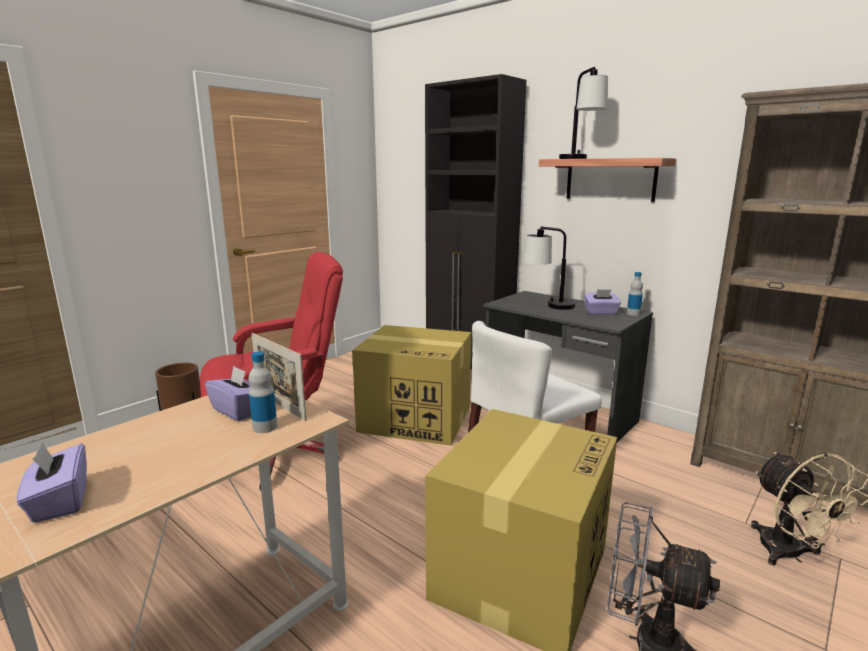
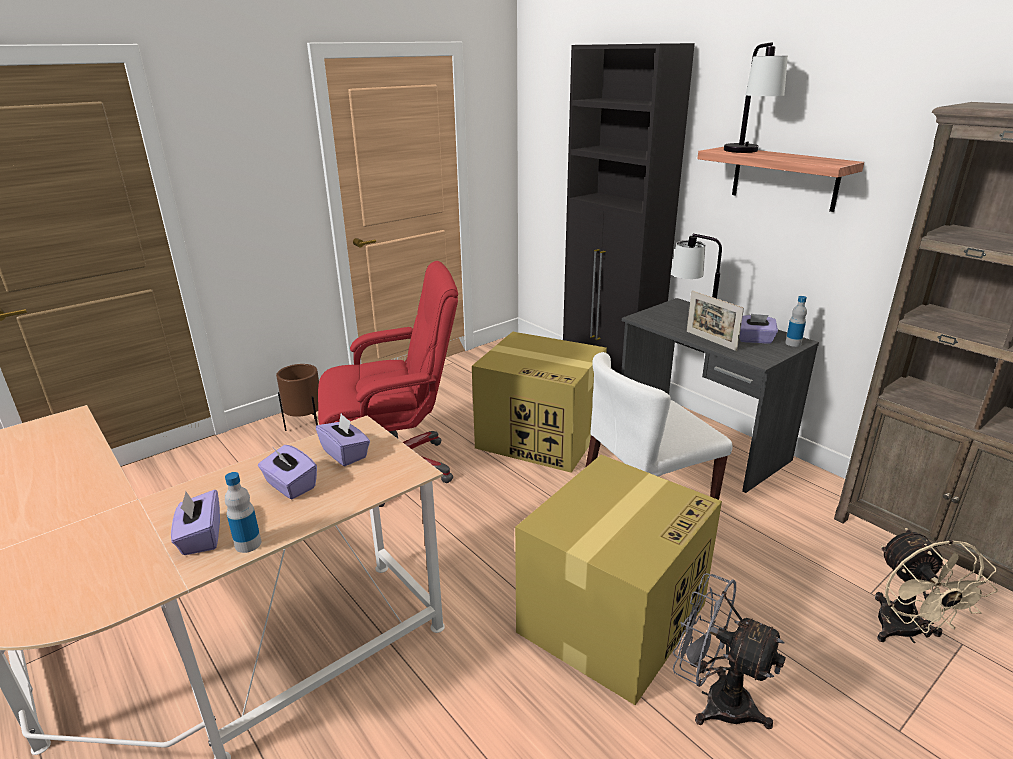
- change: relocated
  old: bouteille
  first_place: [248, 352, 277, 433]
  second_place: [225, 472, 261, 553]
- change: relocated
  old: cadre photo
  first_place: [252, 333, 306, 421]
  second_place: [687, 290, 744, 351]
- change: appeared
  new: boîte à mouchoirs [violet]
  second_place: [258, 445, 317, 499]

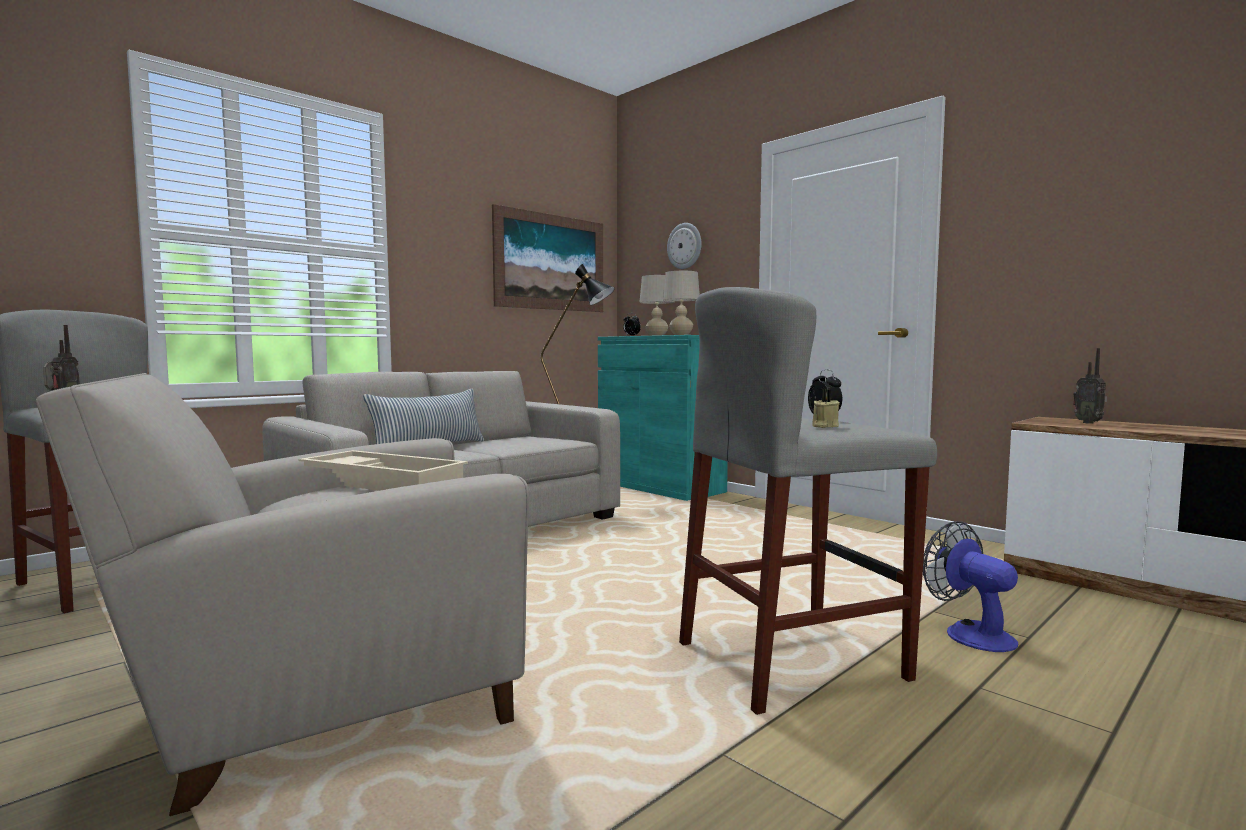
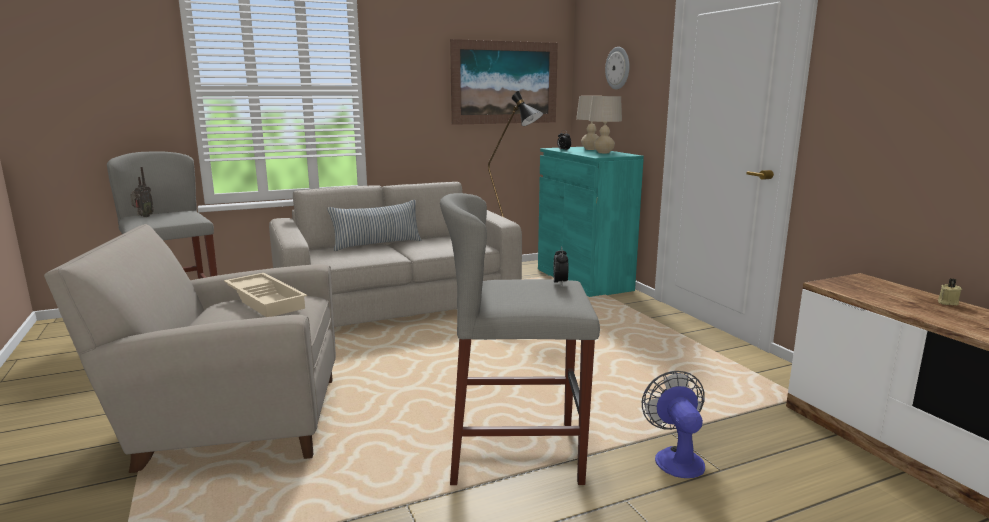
- change: relocated
  old: bougie [beige]
  first_place: [812, 389, 840, 428]
  second_place: [938, 279, 962, 305]
- change: missing
  old: radio
  first_place: [1073, 348, 1107, 424]

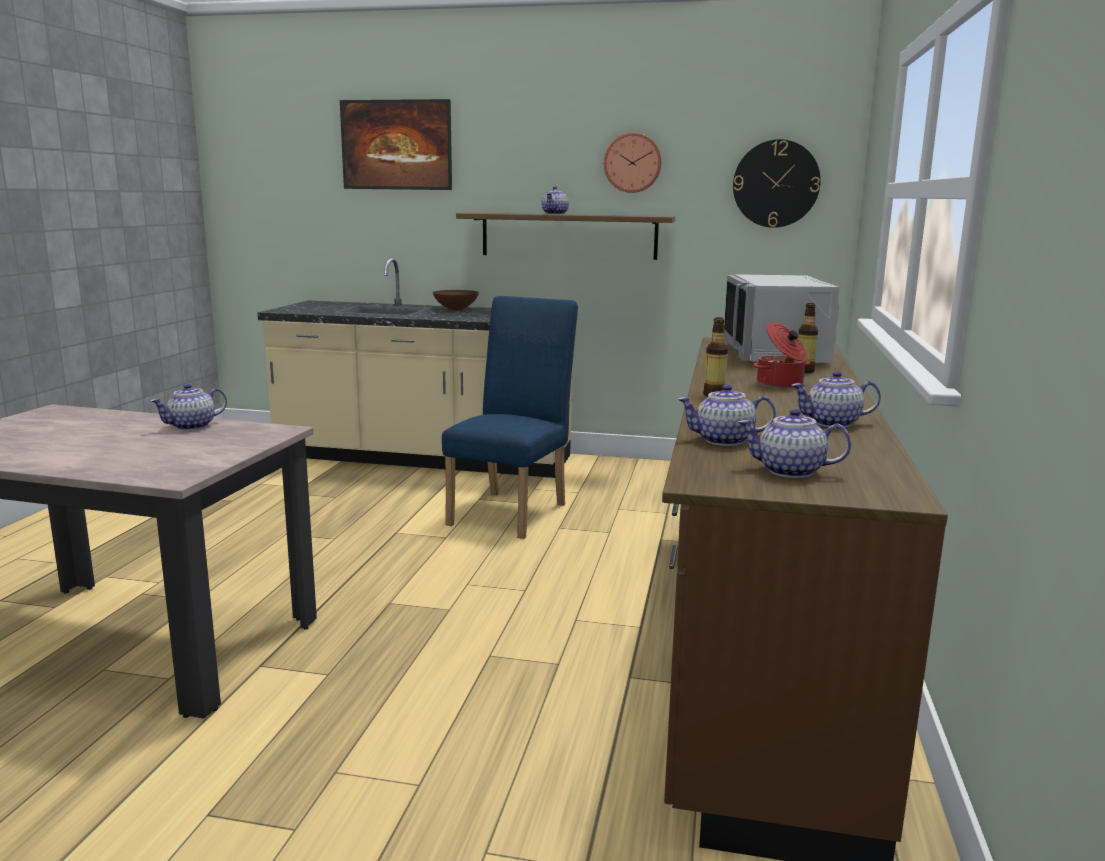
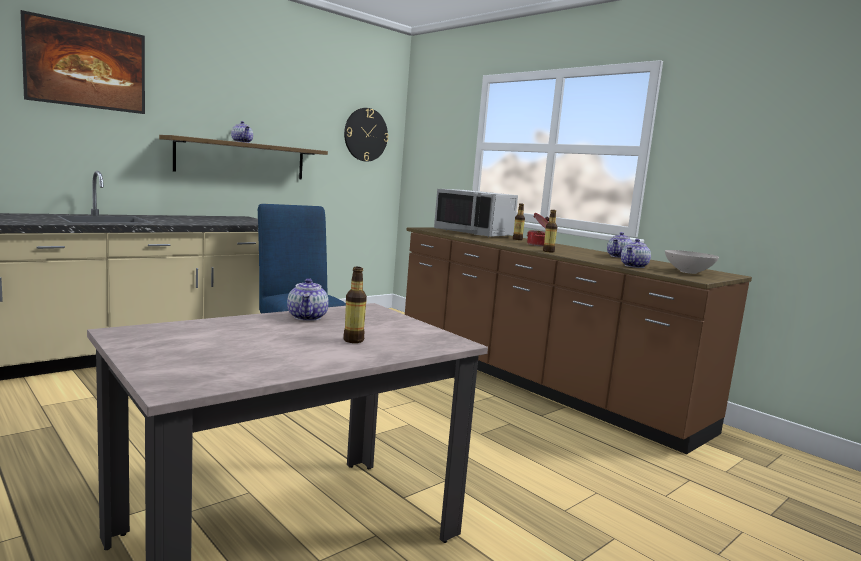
- change: missing
  old: bol [marron]
  first_place: [433, 290, 479, 311]
- change: missing
  old: horloge murale
  first_place: [604, 133, 662, 193]
- change: exchanged
  old: théière
  new: bol [blanc]
  first_place: [739, 409, 851, 478]
  second_place: [665, 250, 719, 274]
- change: appeared
  new: bouteille
  second_place: [343, 267, 367, 343]

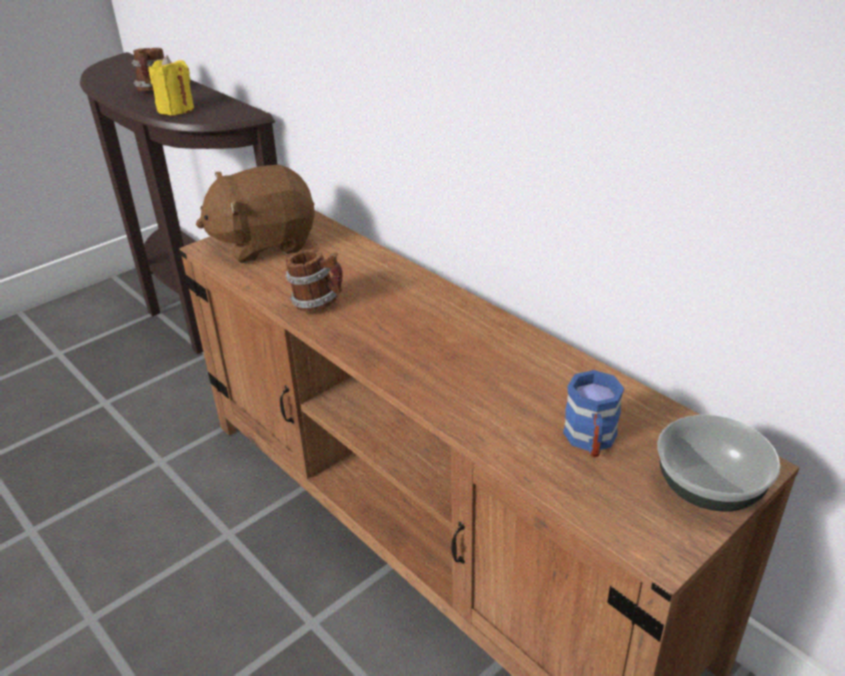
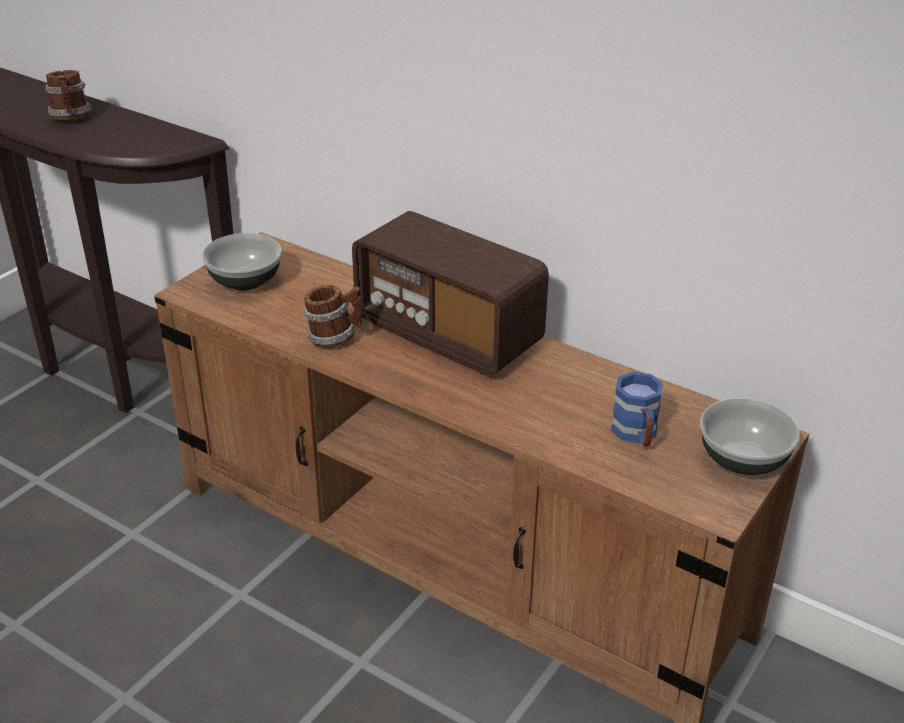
- change: missing
  old: bougie [jaune]
  first_place: [148, 55, 194, 116]
- change: exchanged
  old: peluche [marron]
  new: bol
  first_place: [196, 165, 315, 263]
  second_place: [202, 233, 282, 291]
- change: appeared
  new: radio
  second_place: [352, 211, 549, 376]

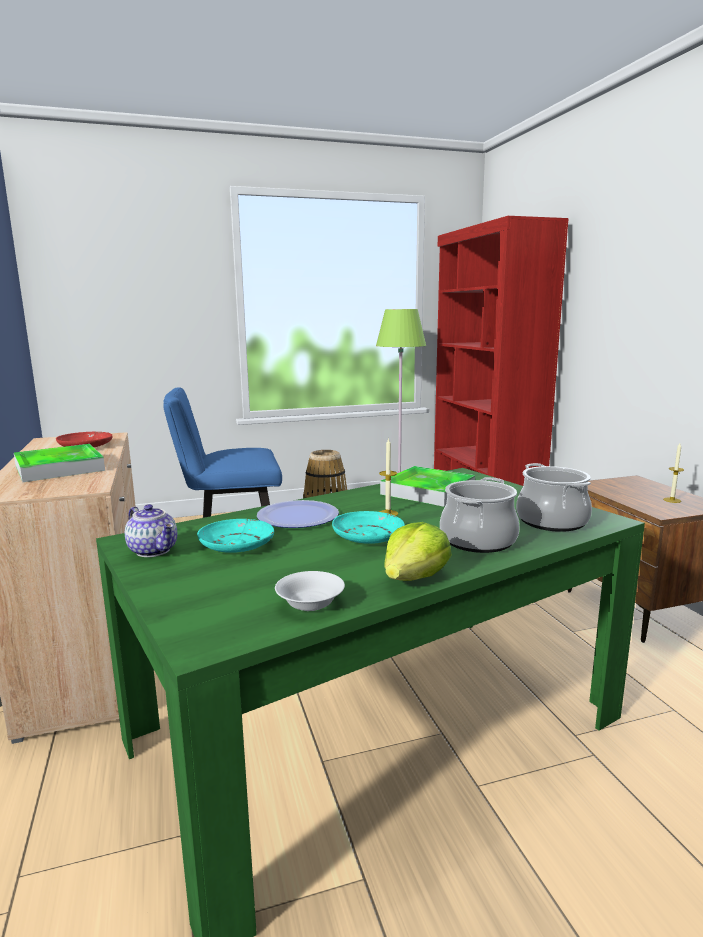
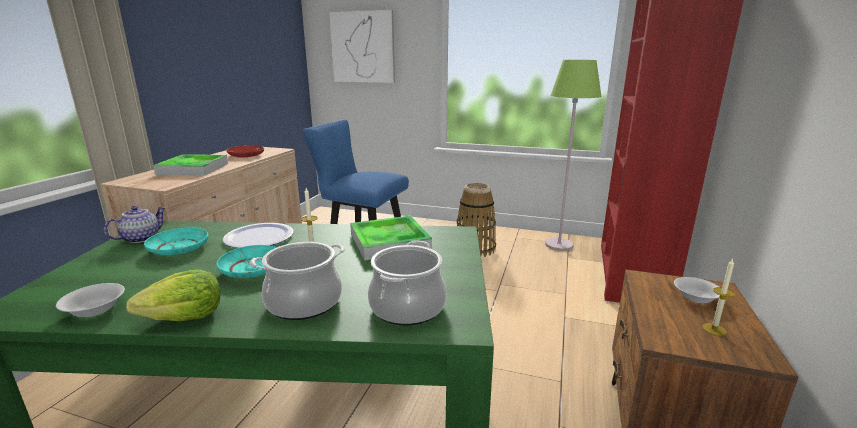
- change: spun
  old: théière
  first_place: [125, 504, 177, 557]
  second_place: [104, 206, 166, 243]
  degrees: -135
- change: appeared
  new: tableau
  second_place: [329, 10, 395, 83]
- change: appeared
  new: bol [blanc]
  second_place: [674, 277, 720, 303]

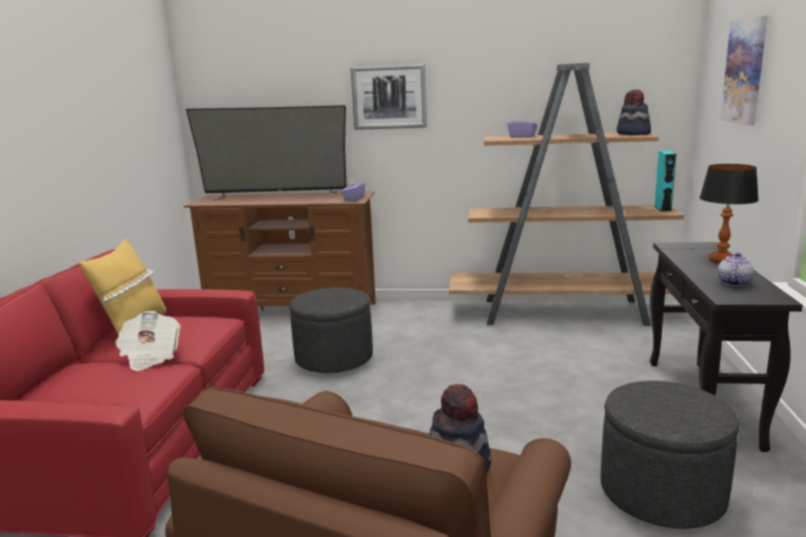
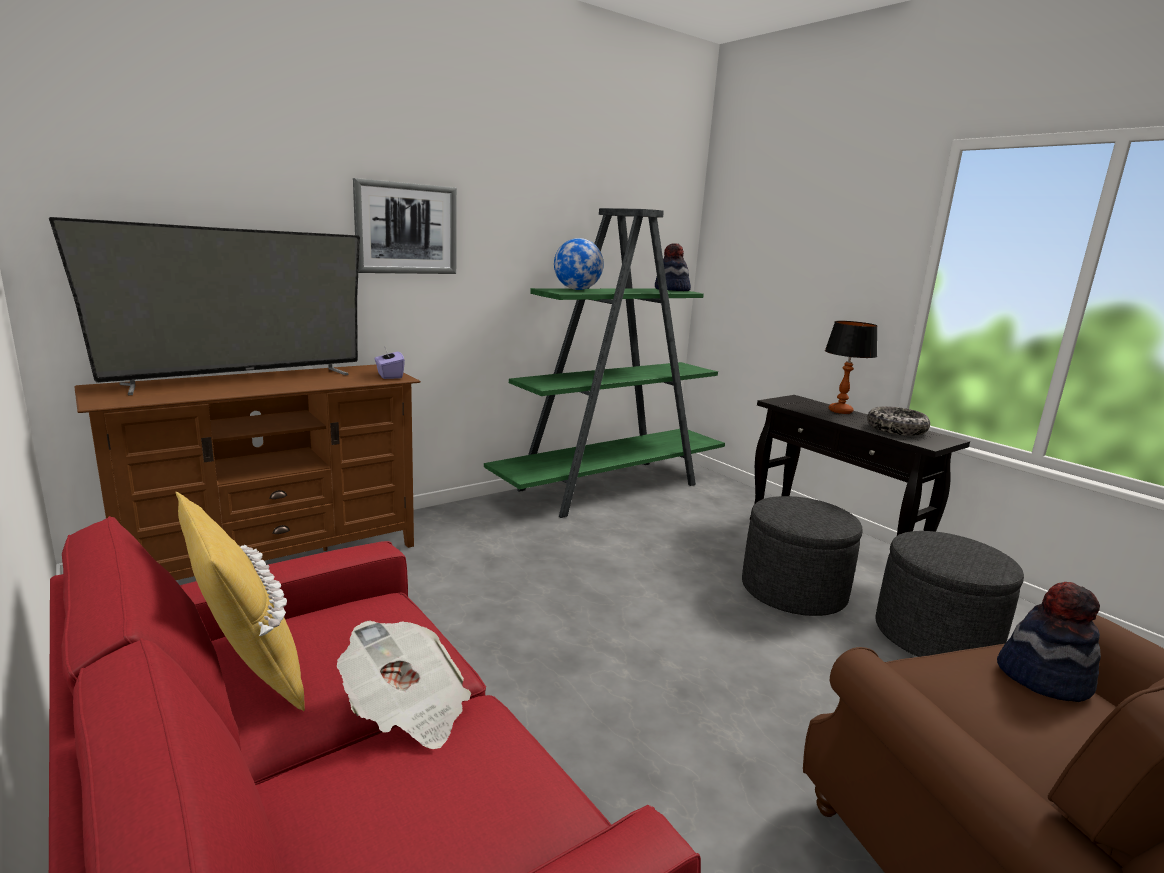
- change: relocated
  old: pouf [gris]
  first_place: [290, 287, 373, 373]
  second_place: [742, 496, 863, 616]
- change: colour
  old: bibliothèque [marron]
  new: bibliothèque [vert]
  first_place: [449, 63, 684, 326]
  second_place: [484, 208, 725, 518]
- change: exchanged
  old: boîte à mouchoirs [violet]
  new: globe
  first_place: [507, 115, 538, 137]
  second_place: [554, 238, 604, 290]
- change: missing
  old: enceinte [turquoise]
  first_place: [655, 151, 676, 212]
- change: exchanged
  old: théière
  new: bol
  first_place: [718, 253, 754, 286]
  second_place: [867, 406, 930, 436]
- change: missing
  old: tableau
  first_place: [720, 15, 768, 126]

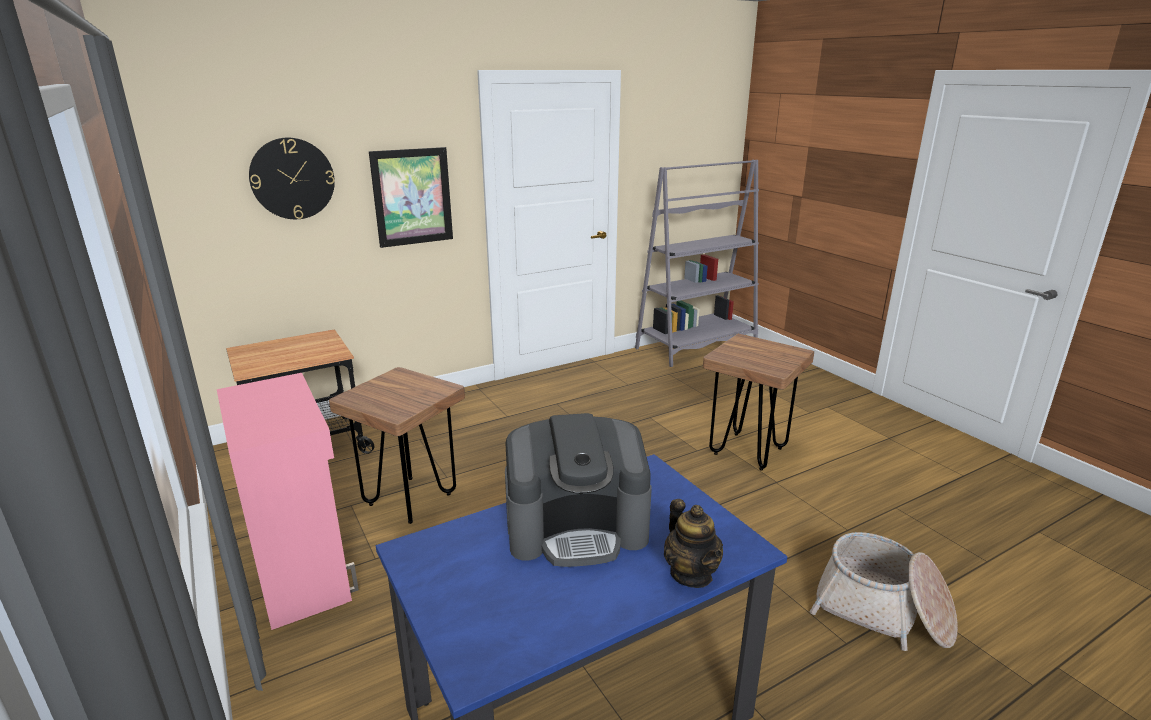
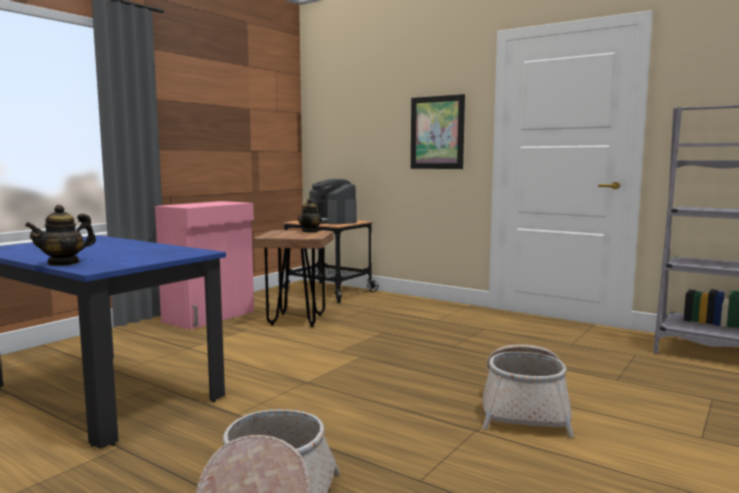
- change: missing
  old: horloge murale
  first_place: [249, 137, 335, 219]
- change: relocated
  old: machine à café
  first_place: [505, 413, 652, 567]
  second_place: [309, 179, 357, 225]
- change: exchanged
  old: tabouret [marron]
  new: panier
  first_place: [703, 334, 814, 471]
  second_place: [482, 344, 574, 438]
- change: appeared
  new: théière
  second_place: [297, 198, 322, 233]

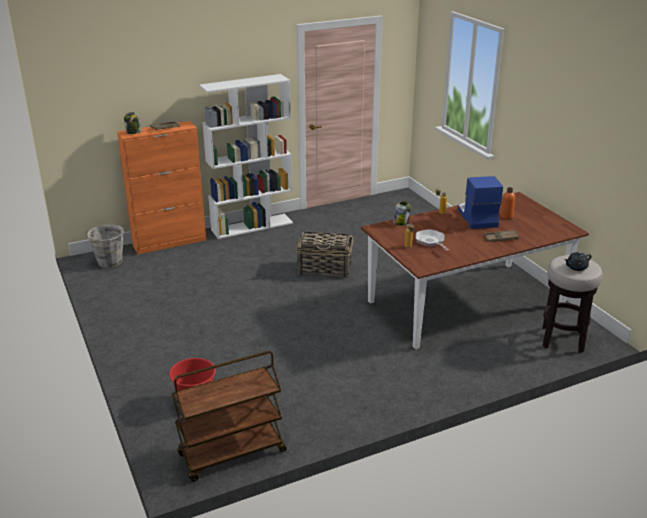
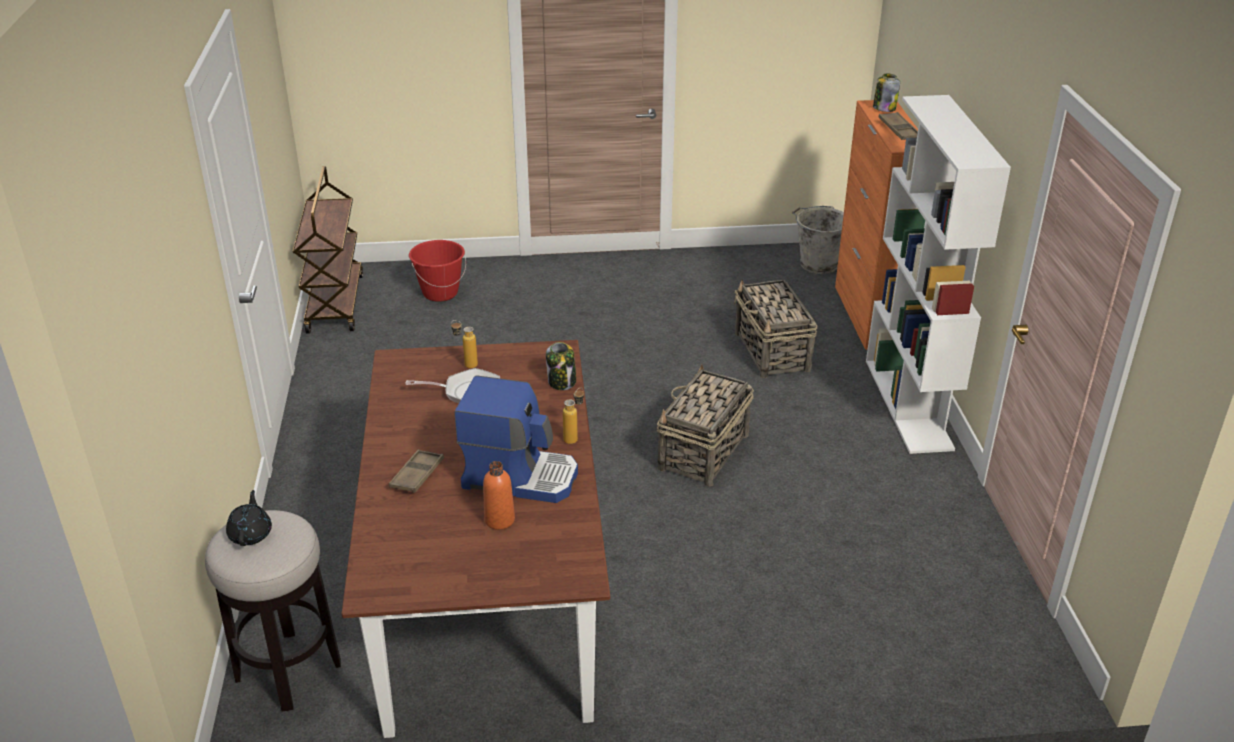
- change: appeared
  new: panier
  second_place: [734, 280, 817, 378]

